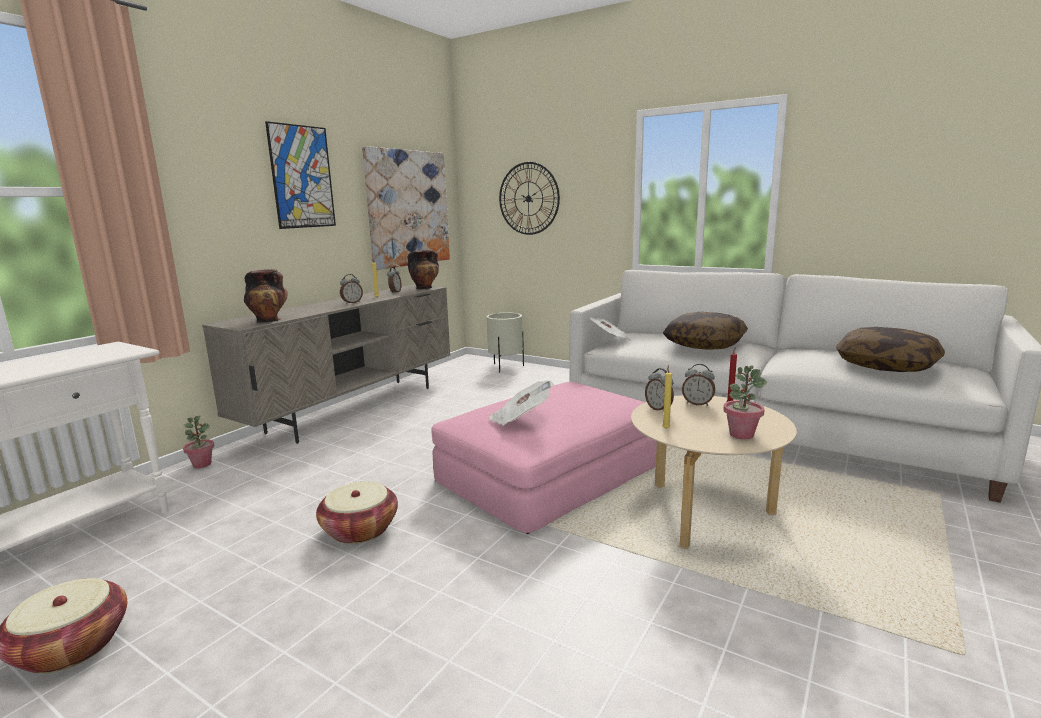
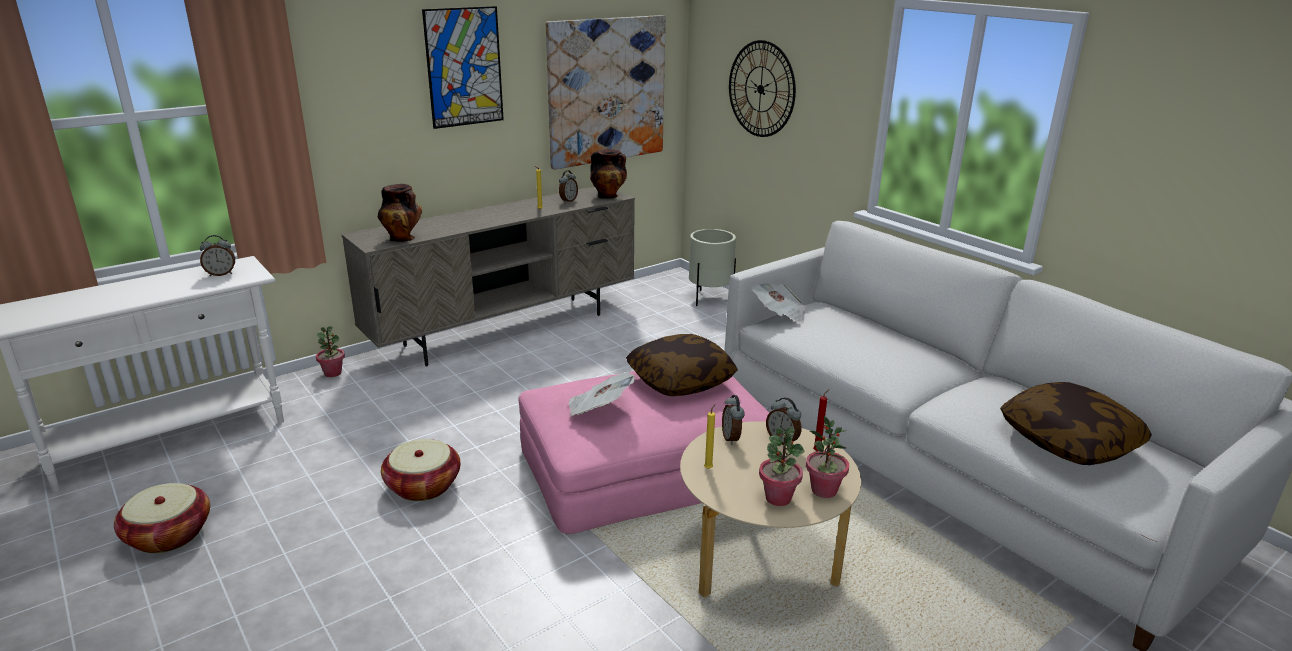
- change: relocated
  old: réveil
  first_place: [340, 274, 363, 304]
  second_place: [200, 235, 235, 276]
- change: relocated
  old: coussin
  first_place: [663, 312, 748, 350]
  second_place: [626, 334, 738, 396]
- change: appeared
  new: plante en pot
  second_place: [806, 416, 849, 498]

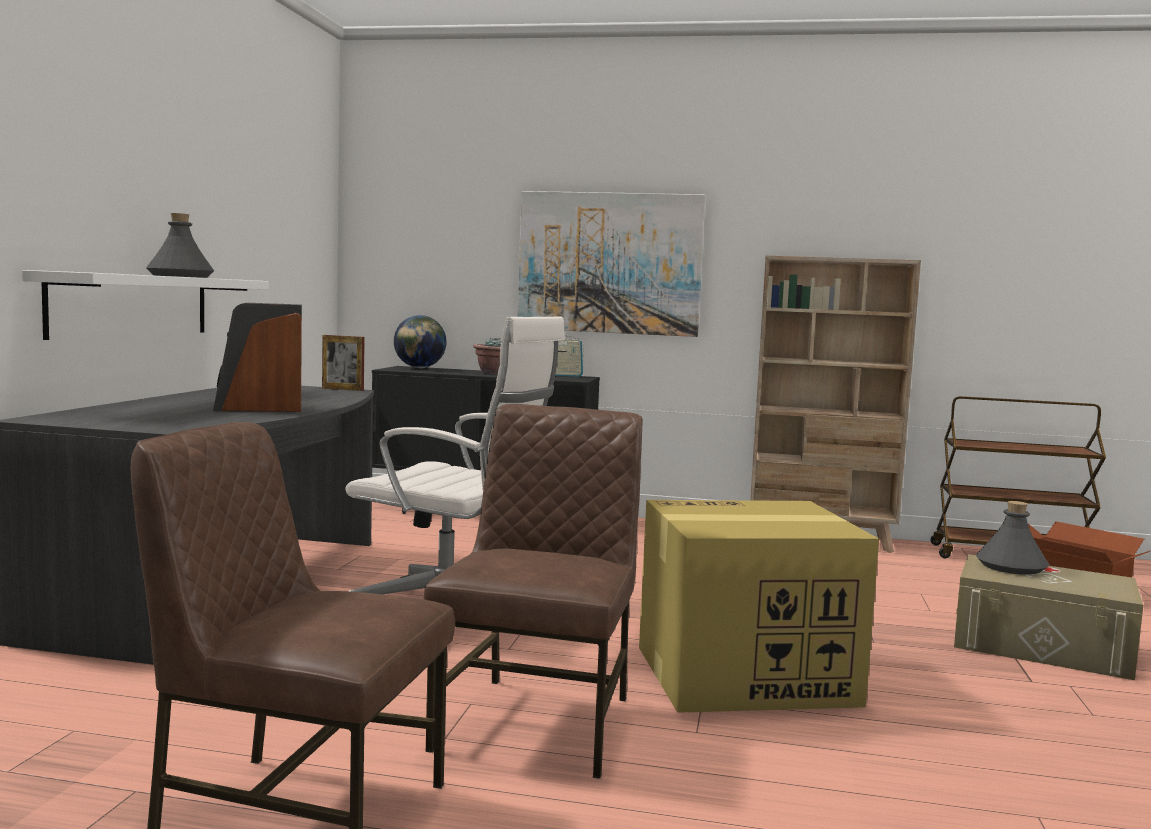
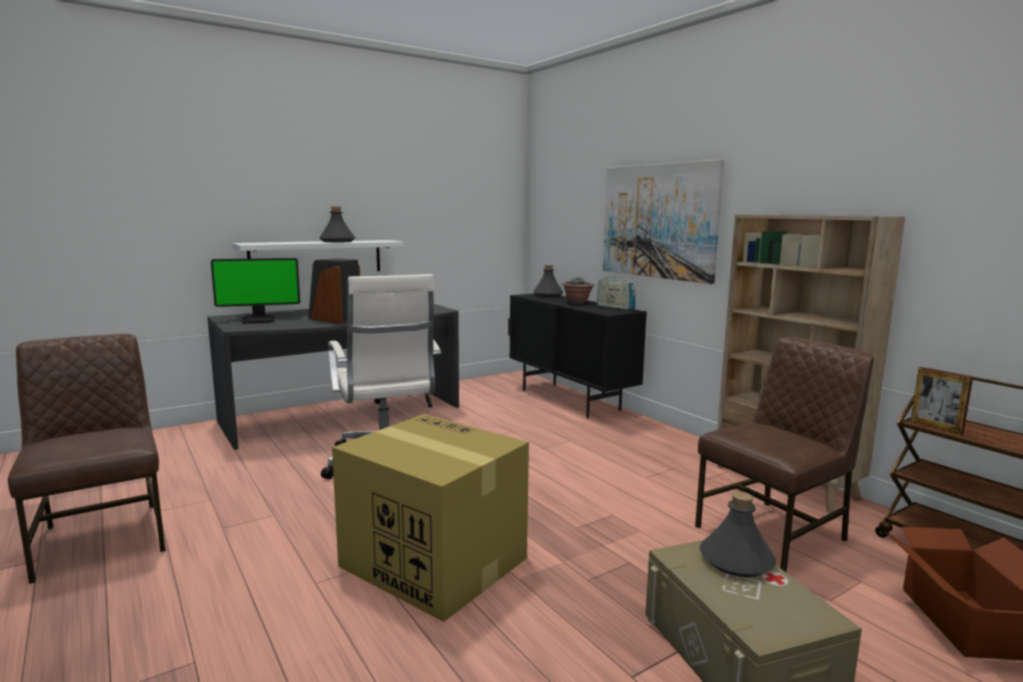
- change: relocated
  old: cadre photo
  first_place: [322, 335, 365, 391]
  second_place: [910, 367, 973, 435]
- change: exchanged
  old: globe
  new: bouteille [gris]
  first_place: [394, 315, 446, 368]
  second_place: [533, 265, 564, 297]
- change: relocated
  old: chaise [marron]
  first_place: [424, 404, 643, 779]
  second_place: [695, 337, 874, 573]
- change: appeared
  new: écran d'ordinateur
  second_place: [211, 258, 300, 324]

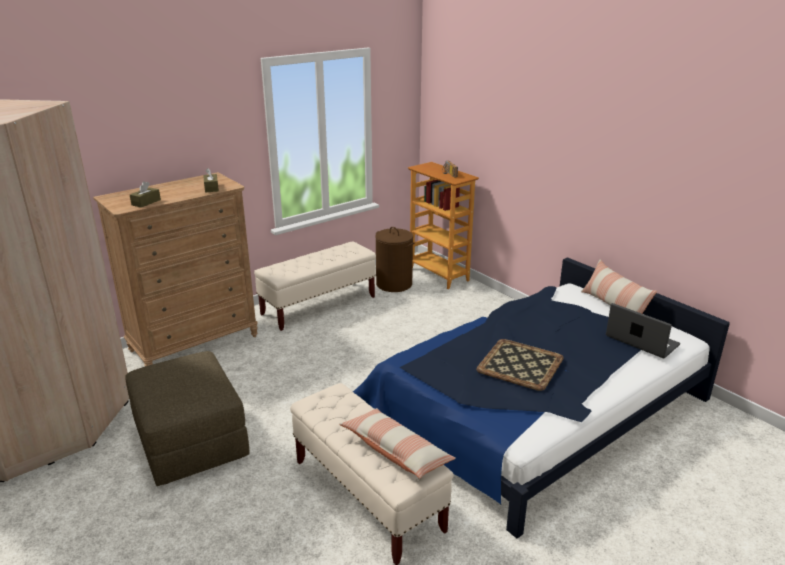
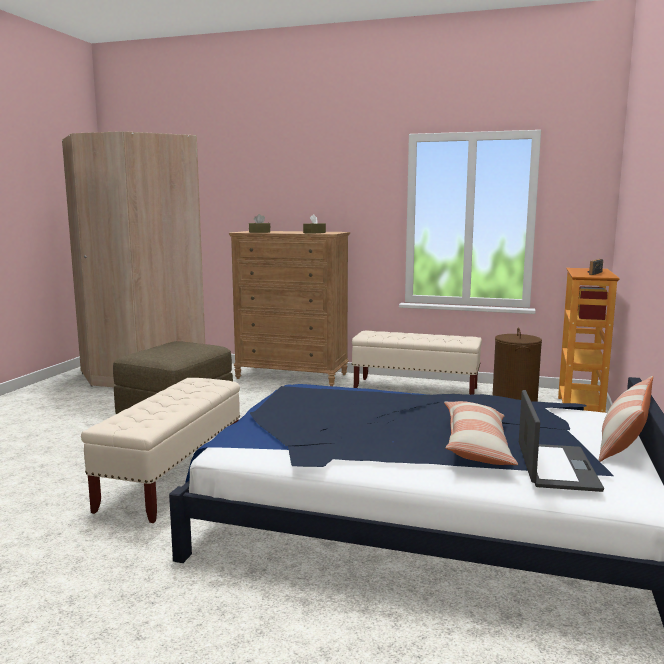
- change: relocated
  old: coussin
  first_place: [339, 408, 456, 479]
  second_place: [444, 401, 518, 465]
- change: missing
  old: plateau
  first_place: [476, 339, 564, 391]

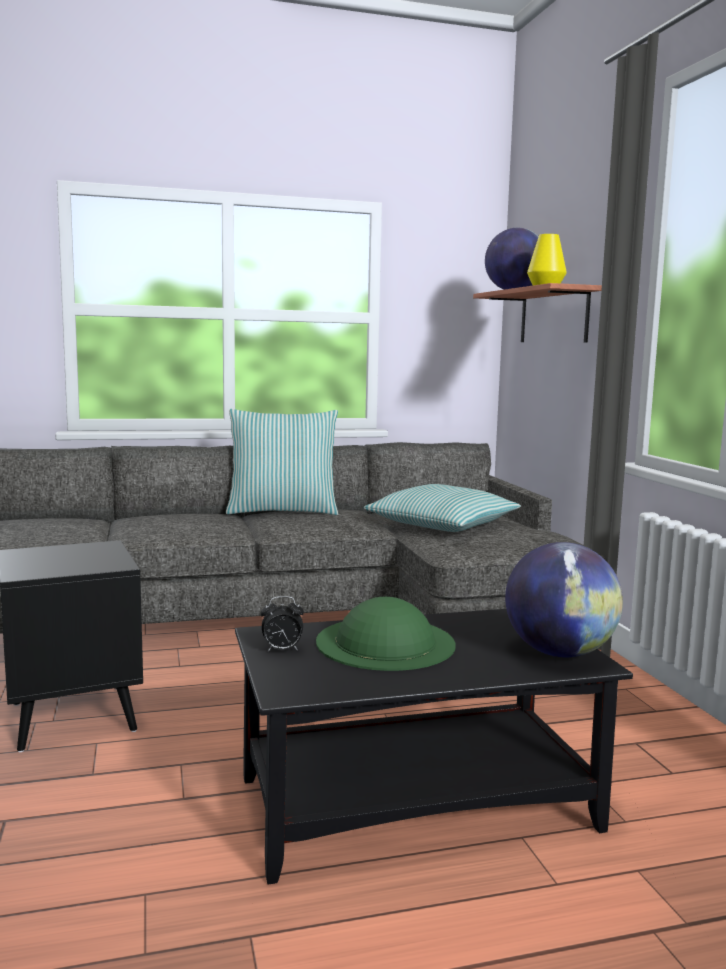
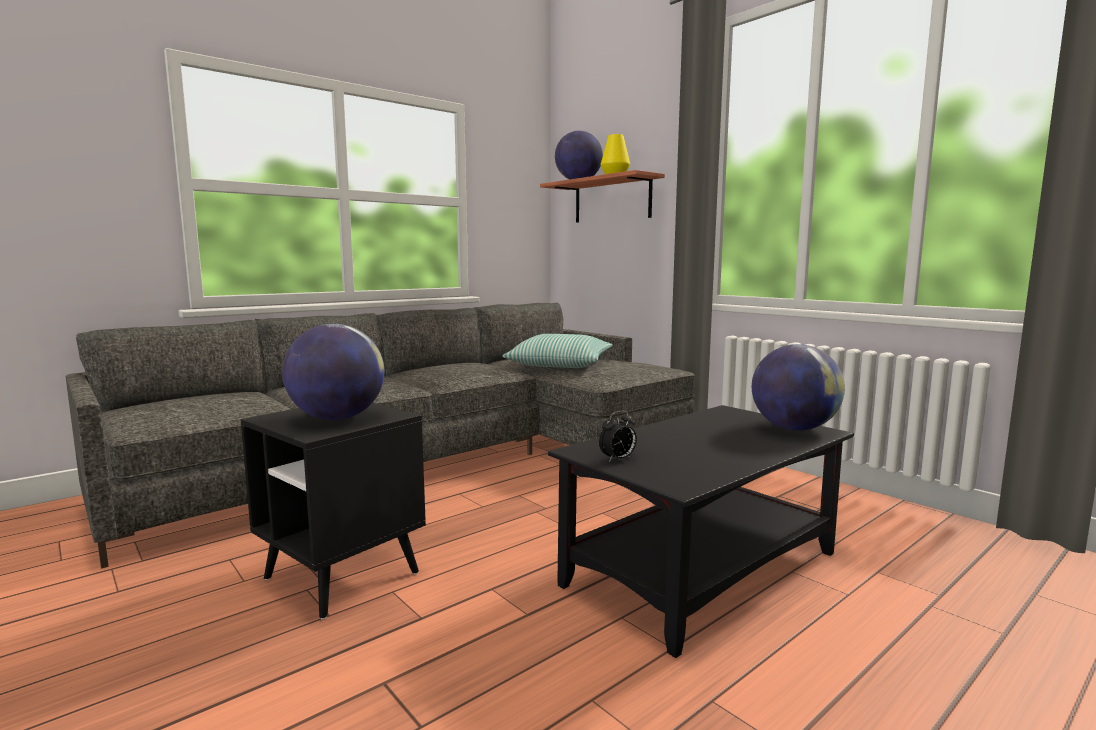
- change: missing
  old: coussin
  first_place: [226, 409, 338, 515]
- change: missing
  old: chapeau [vert]
  first_place: [316, 597, 455, 671]
- change: appeared
  new: globe
  second_place: [282, 324, 384, 420]

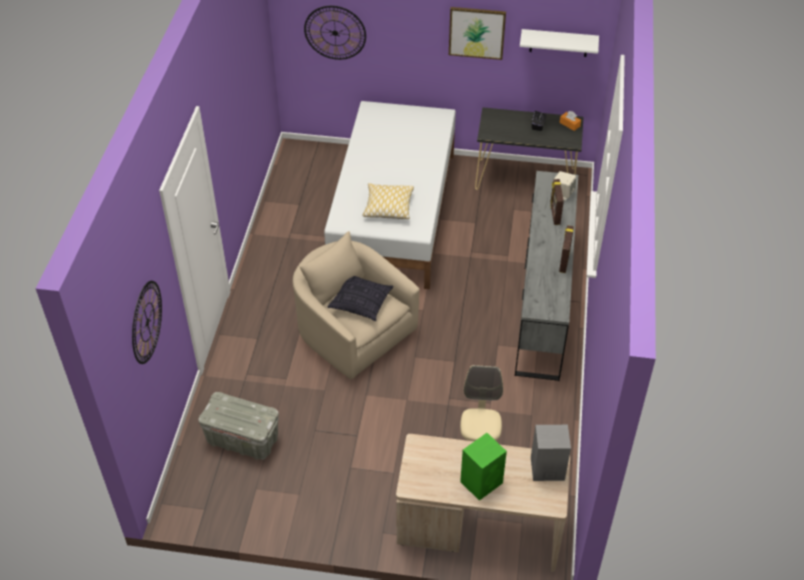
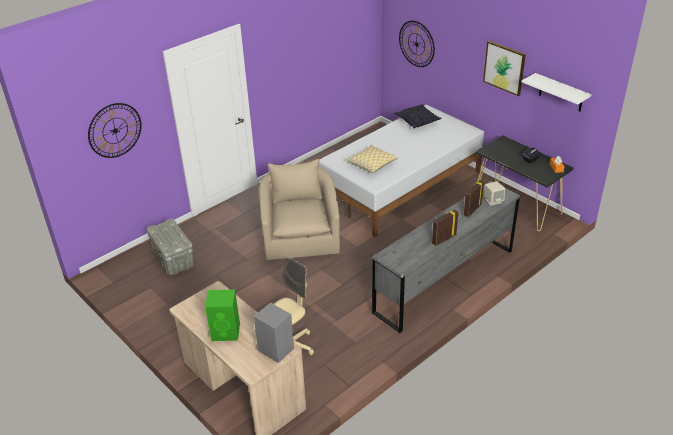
- change: relocated
  old: coussin
  first_place: [328, 276, 393, 321]
  second_place: [394, 104, 442, 129]

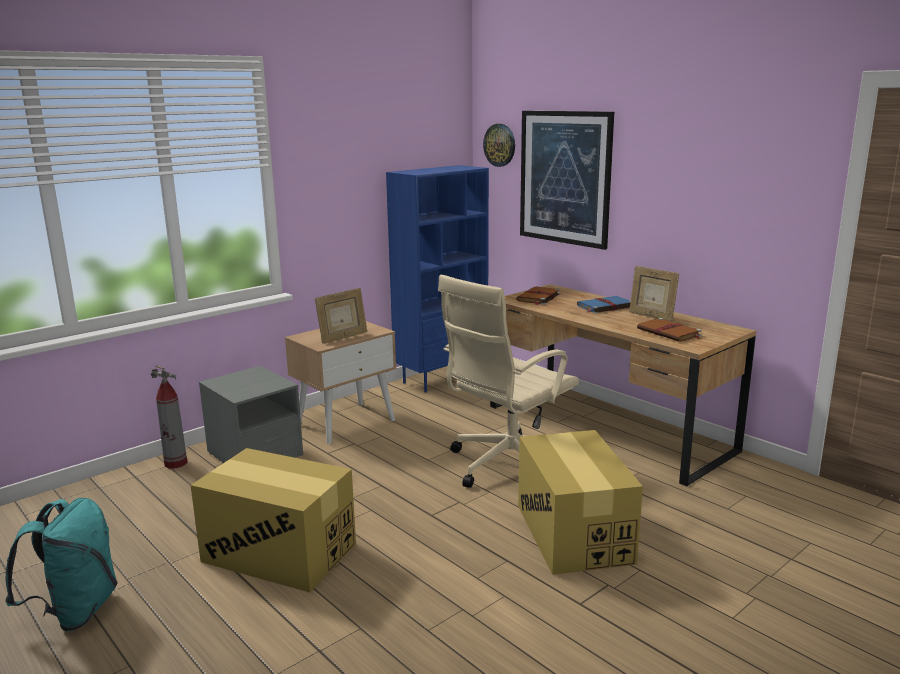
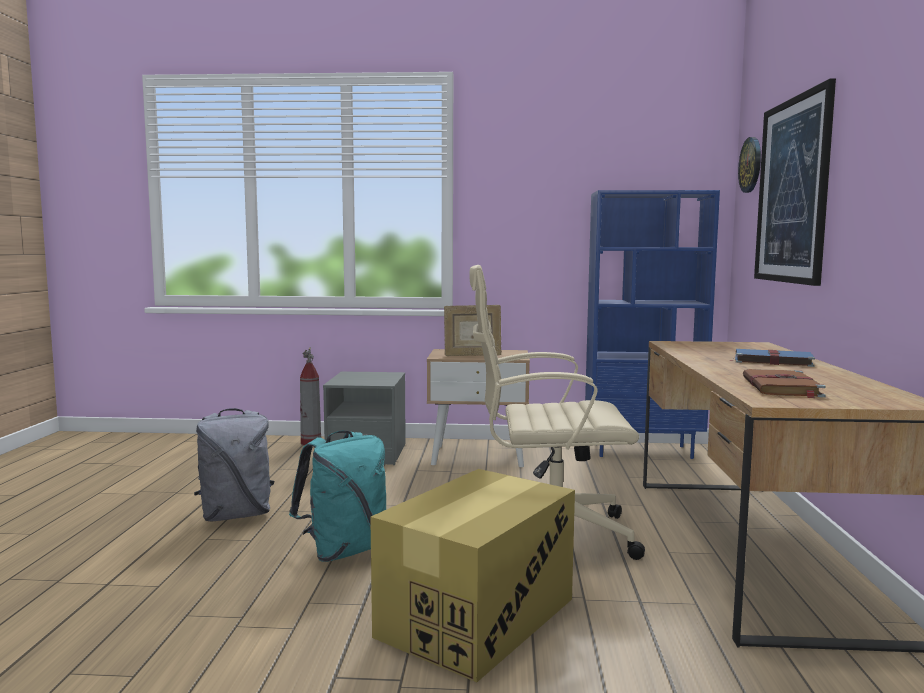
- change: relocated
  old: sac à dos [turquoise]
  first_place: [5, 498, 118, 631]
  second_place: [289, 430, 386, 562]
- change: exchanged
  old: carton
  new: sac à dos [gris]
  first_place: [191, 448, 356, 592]
  second_place: [194, 408, 275, 521]
- change: missing
  old: livre [marron]
  first_place: [516, 286, 560, 305]
- change: missing
  old: cadre photo
  first_place: [629, 266, 679, 322]

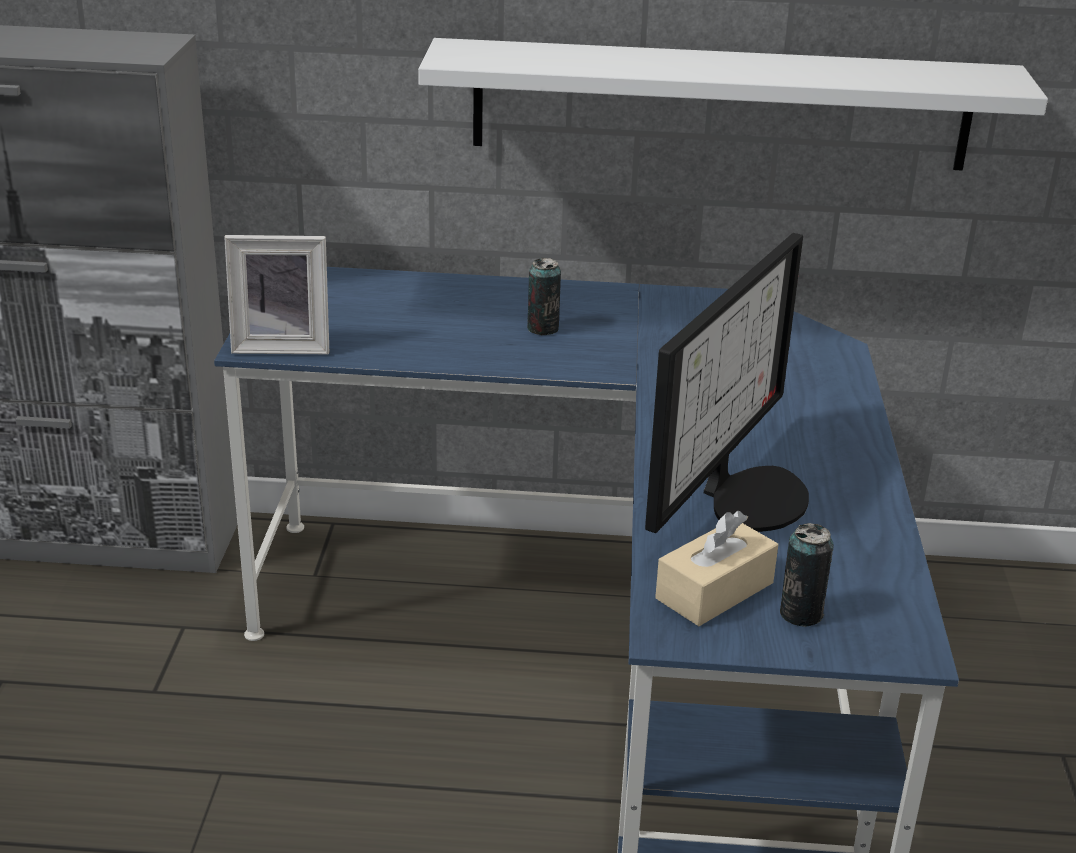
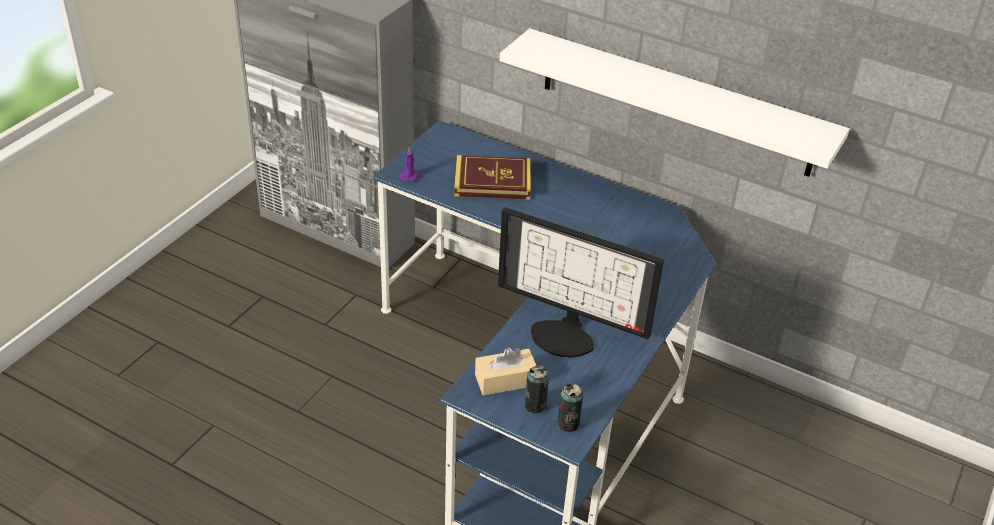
- change: exchanged
  old: cadre photo
  new: bougie [violet]
  first_place: [224, 235, 329, 354]
  second_place: [399, 147, 419, 182]
- change: relocated
  old: boîte métallique
  first_place: [527, 258, 561, 335]
  second_place: [557, 383, 583, 432]
- change: spun
  old: écran d'ordinateur
  first_place: [645, 233, 809, 533]
  second_place: [498, 207, 664, 358]
  degrees: 60
- change: appeared
  new: livre
  second_place: [454, 155, 531, 200]

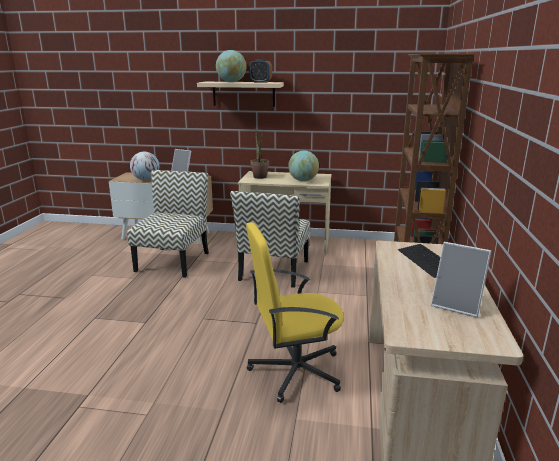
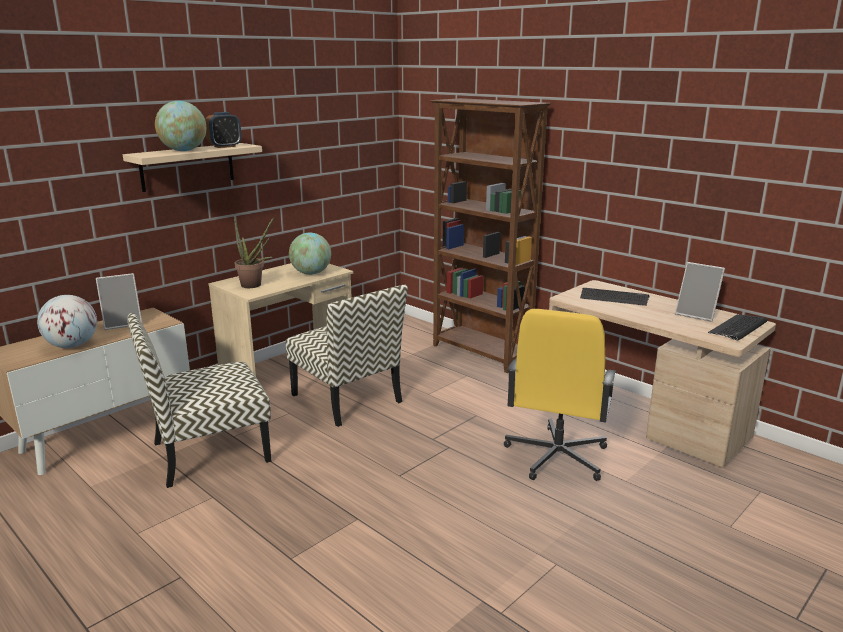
- change: spun
  old: chaise
  first_place: [127, 170, 209, 278]
  second_place: [127, 313, 271, 488]
  degrees: -75
- change: spun
  old: cadre photo
  first_place: [431, 242, 491, 318]
  second_place: [675, 262, 725, 322]
  degrees: 60
- change: appeared
  new: clavier
  second_place: [708, 314, 768, 340]

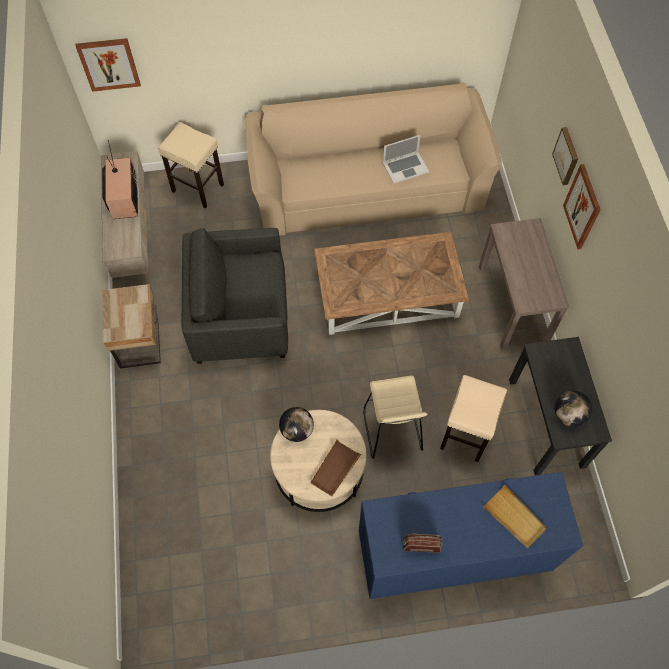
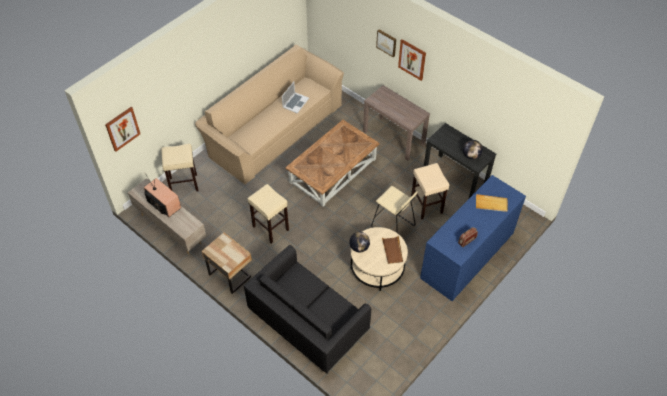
- change: exchanged
  old: fauteuil [gris]
  new: tabouret [beige]
  first_place: [182, 228, 288, 364]
  second_place: [247, 184, 289, 244]
- change: appeared
  new: canapé [noir]
  second_place: [244, 245, 371, 374]

